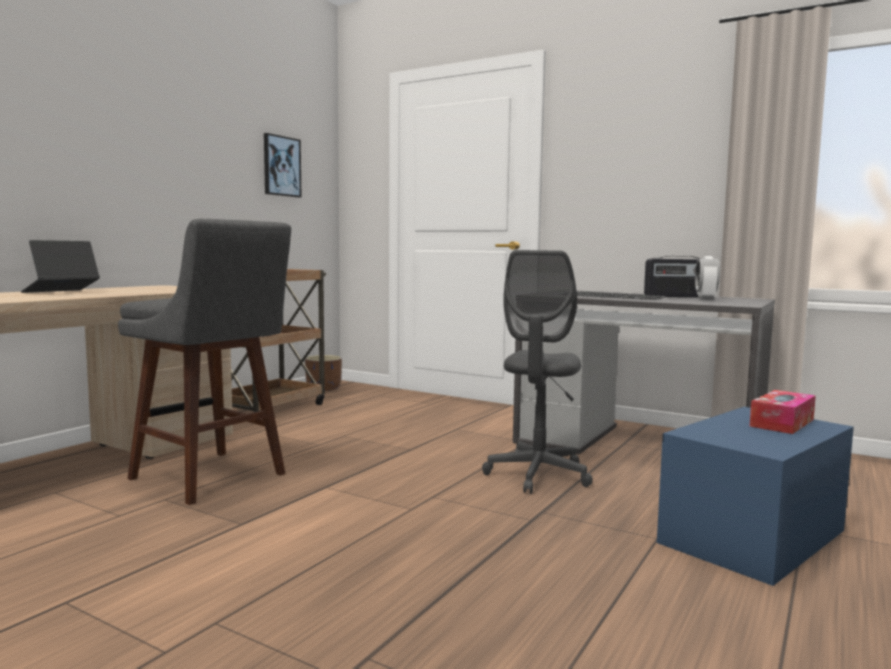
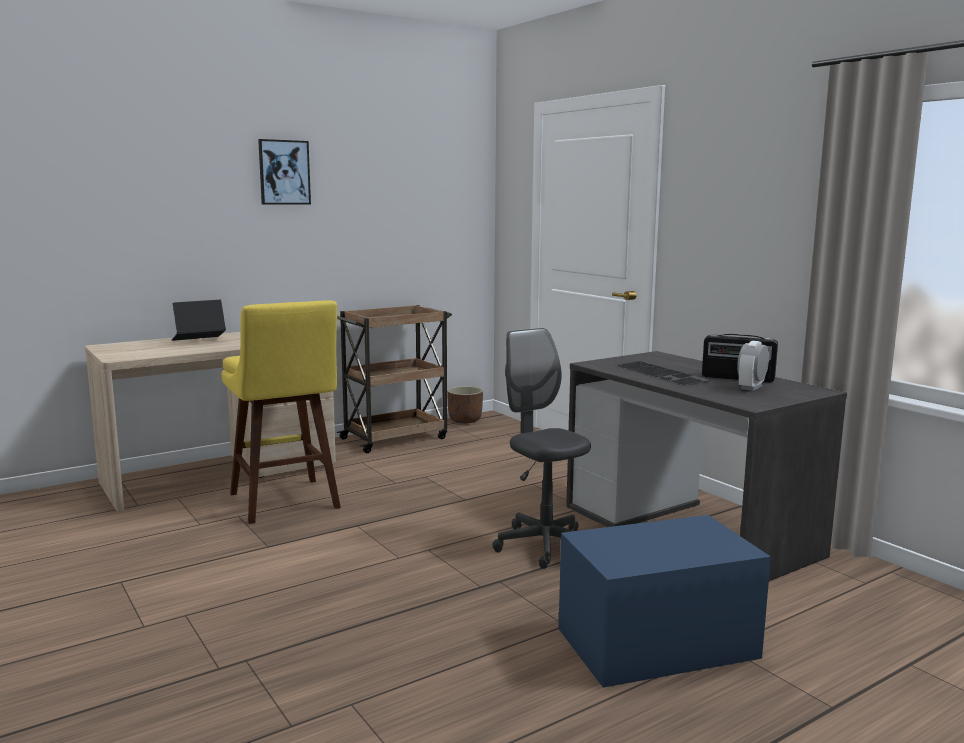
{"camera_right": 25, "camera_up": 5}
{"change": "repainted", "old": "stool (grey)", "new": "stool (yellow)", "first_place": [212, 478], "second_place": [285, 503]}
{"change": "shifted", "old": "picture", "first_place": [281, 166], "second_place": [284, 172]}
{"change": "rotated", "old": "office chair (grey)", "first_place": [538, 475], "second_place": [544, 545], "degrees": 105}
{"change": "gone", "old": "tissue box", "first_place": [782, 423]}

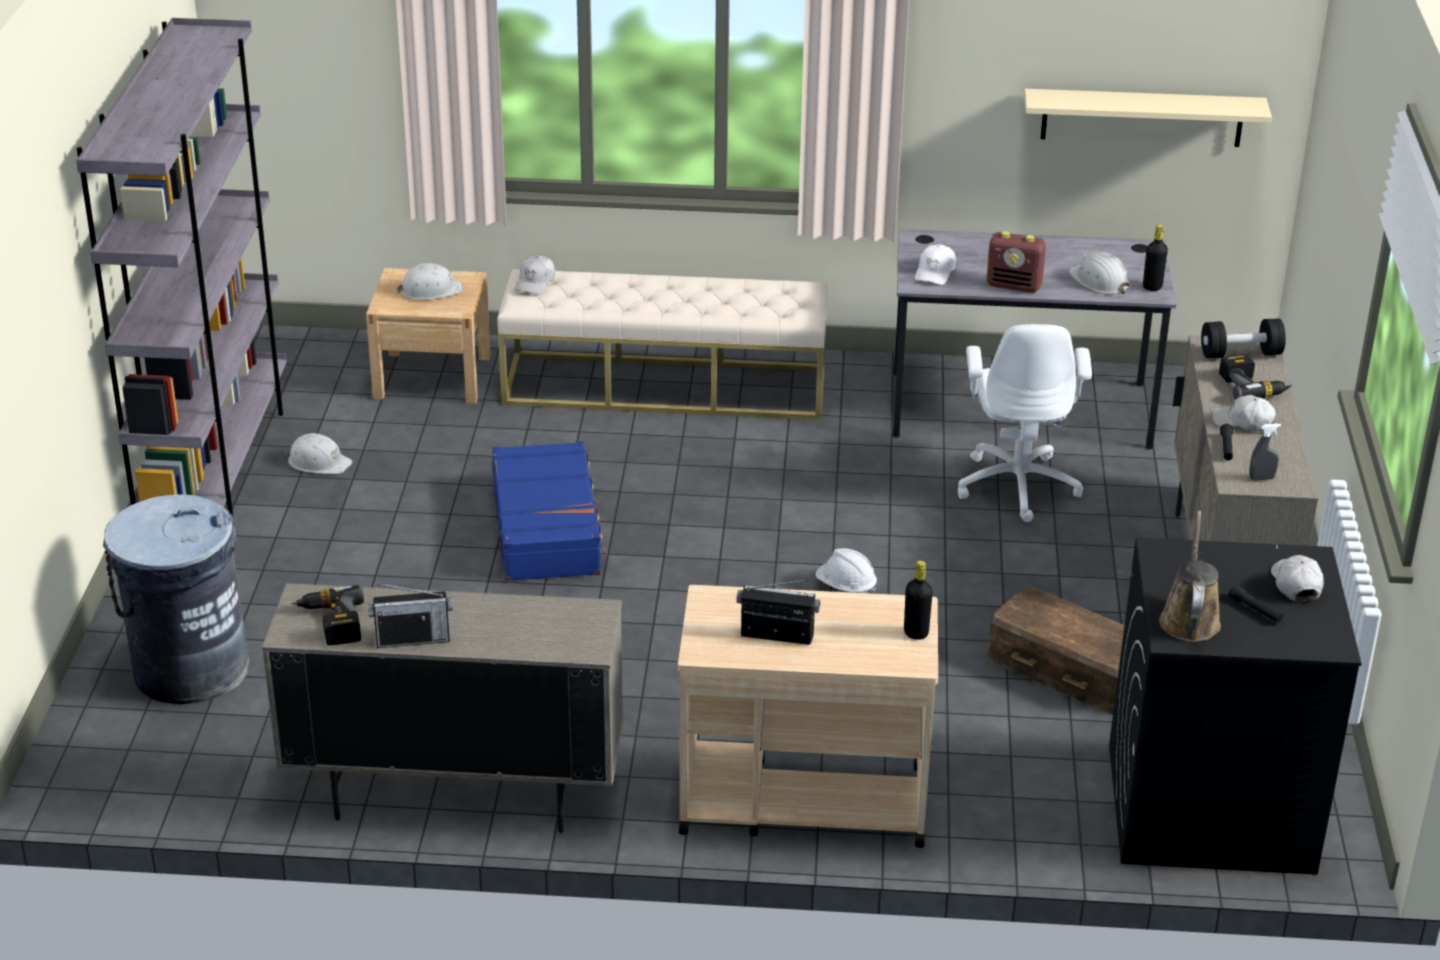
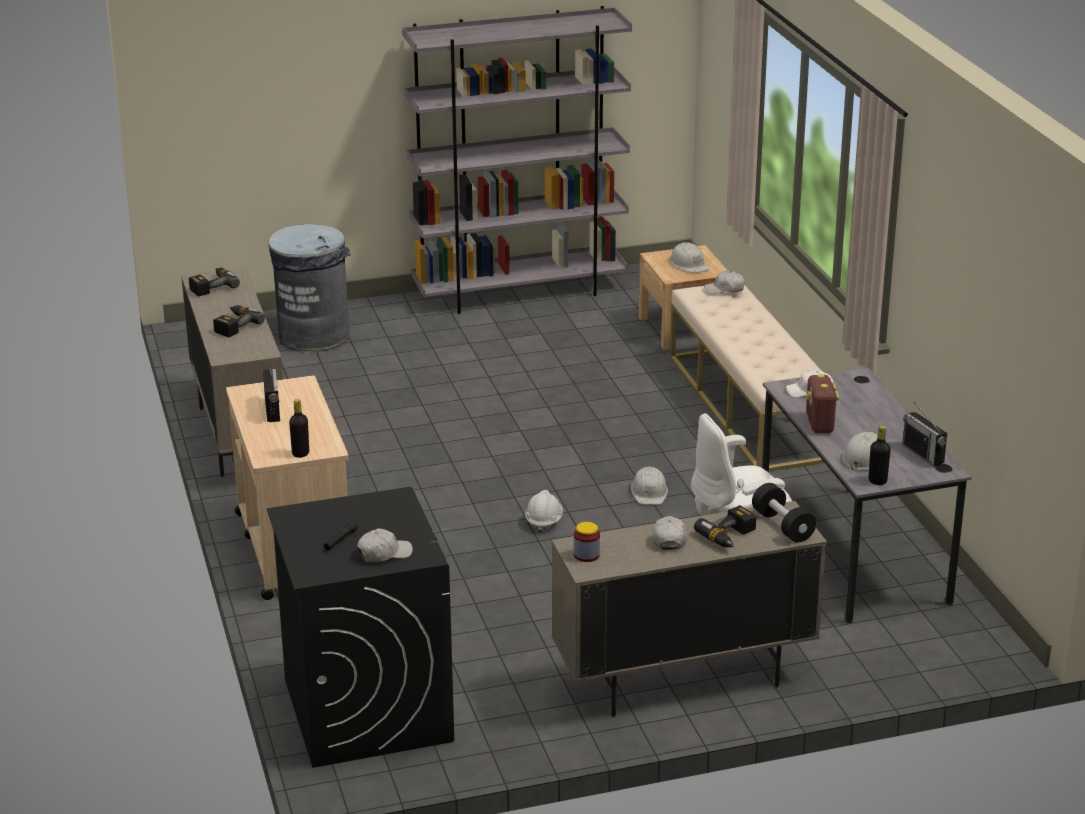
{"camera_right": 70, "camera_up": -5}
{"change": "new", "new": "power drill", "second_place": [234, 325]}
{"change": "swapped", "old": "spray bottle (grey)", "new": "jar", "first_place": [1261, 478], "second_place": [586, 555]}
{"change": "shifted", "old": "hard hat (white)", "first_place": [318, 462], "second_place": [649, 492]}
{"change": "shifted", "old": "radio", "first_place": [413, 639], "second_place": [923, 454]}
{"change": "gone", "old": "suitcase (blue)", "first_place": [548, 528]}
{"change": "gone", "old": "storage box (brown)", "first_place": [1068, 668]}
{"change": "gone", "old": "shelf (beige)", "first_place": [1142, 117]}
{"change": "gone", "old": "watering can (brown)", "first_place": [1189, 619]}
{"change": "gone", "old": "flashlight (black)", "first_place": [1226, 448]}

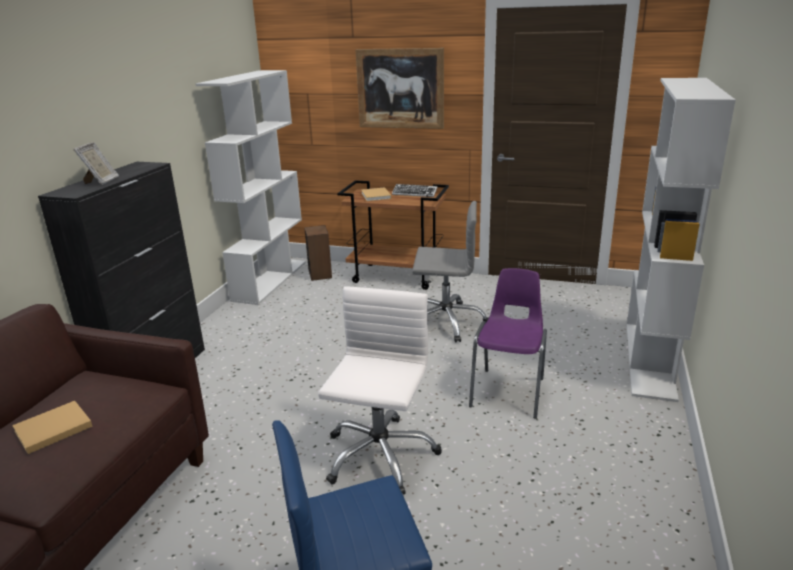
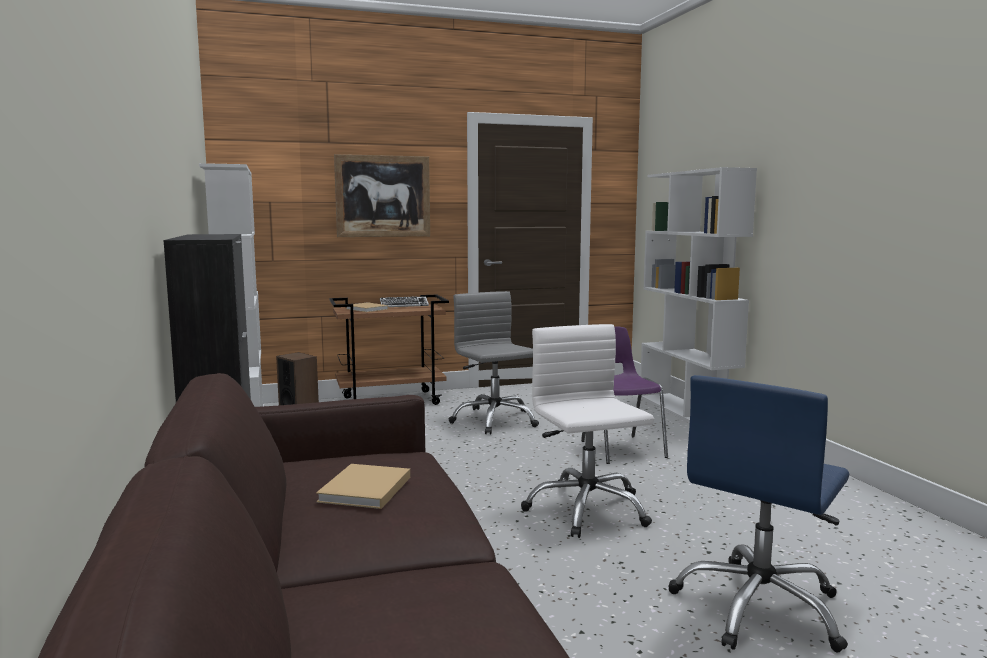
{"camera_right": -35, "camera_up": -15}
{"change": "rotated", "old": "office chair (grey)", "first_place": [446, 322], "second_place": [494, 420], "degrees": -90}
{"change": "gone", "old": "picture frame", "first_place": [101, 182]}

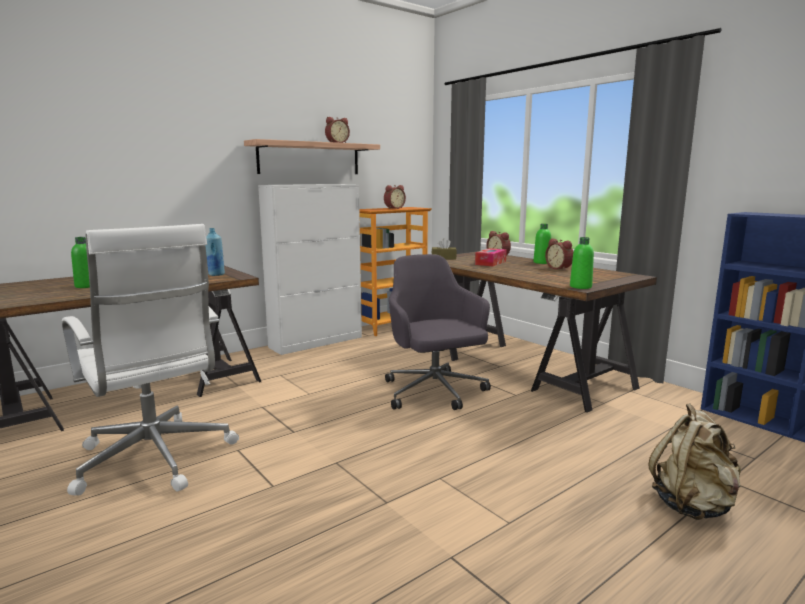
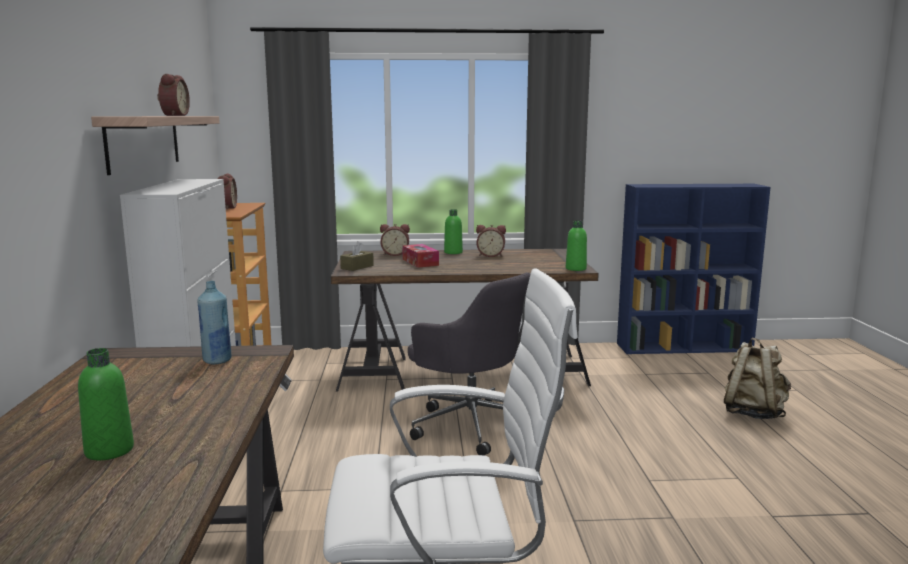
{"camera_right": -55, "camera_up": 0}
{"change": "rotated", "old": "office chair (grey)", "first_place": [434, 392], "second_place": [471, 424], "degrees": -150}

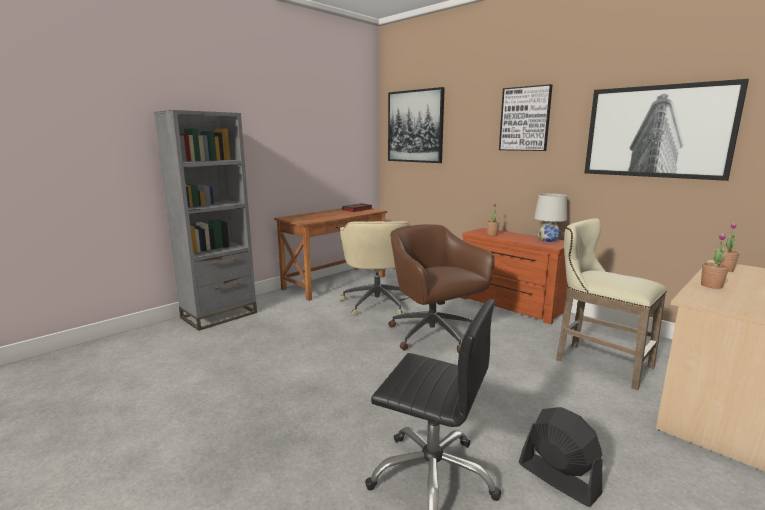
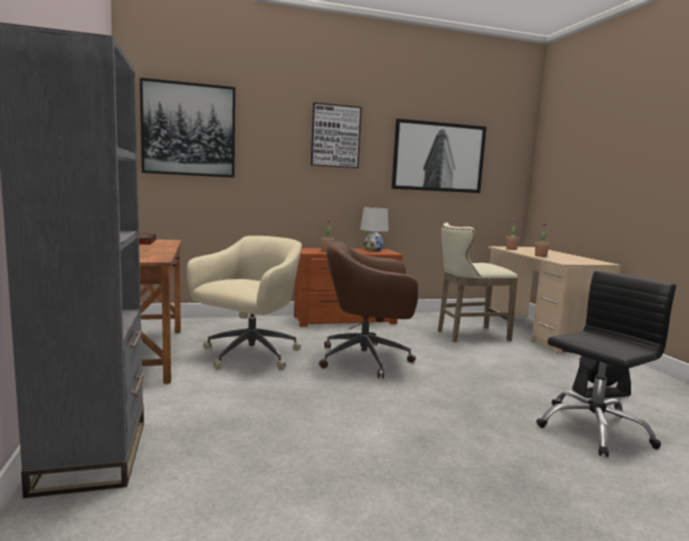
{"camera_right": -60, "camera_up": -5}
{"change": "rotated", "old": "office chair (beige)", "first_place": [377, 302], "second_place": [249, 355], "degrees": -90}

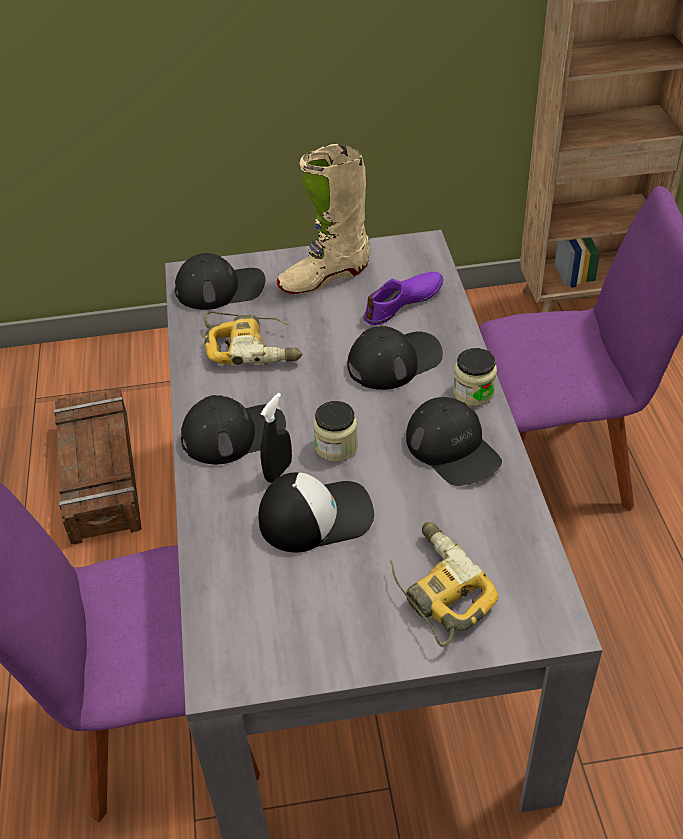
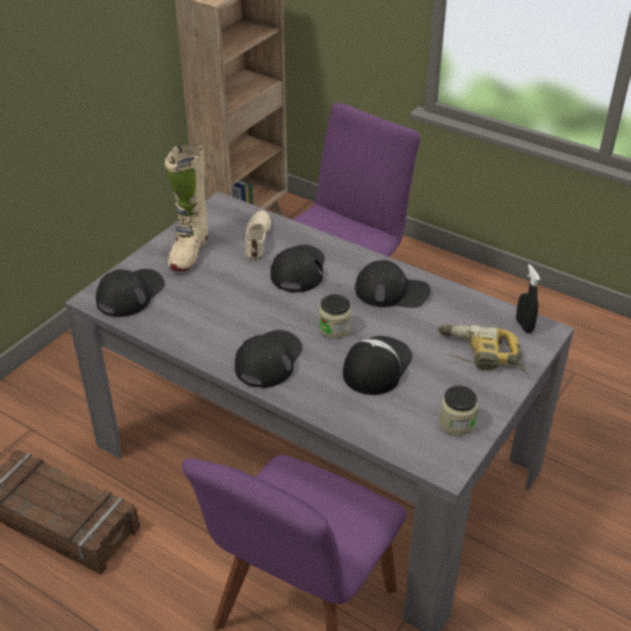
{"camera_right": -50, "camera_up": -5}
{"change": "repainted", "old": "shoe (purple)", "new": "shoe (beige)", "first_place": [403, 303], "second_place": [258, 239]}
{"change": "shifted", "old": "jar", "first_place": [474, 392], "second_place": [457, 423]}
{"change": "shifted", "old": "spray bottle (black)", "first_place": [278, 471], "second_place": [524, 326]}
{"change": "gone", "old": "power drill", "first_place": [253, 347]}

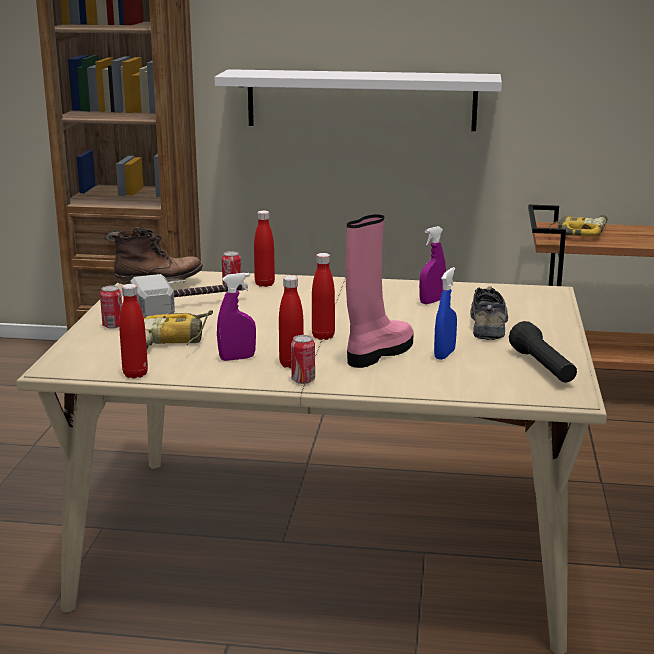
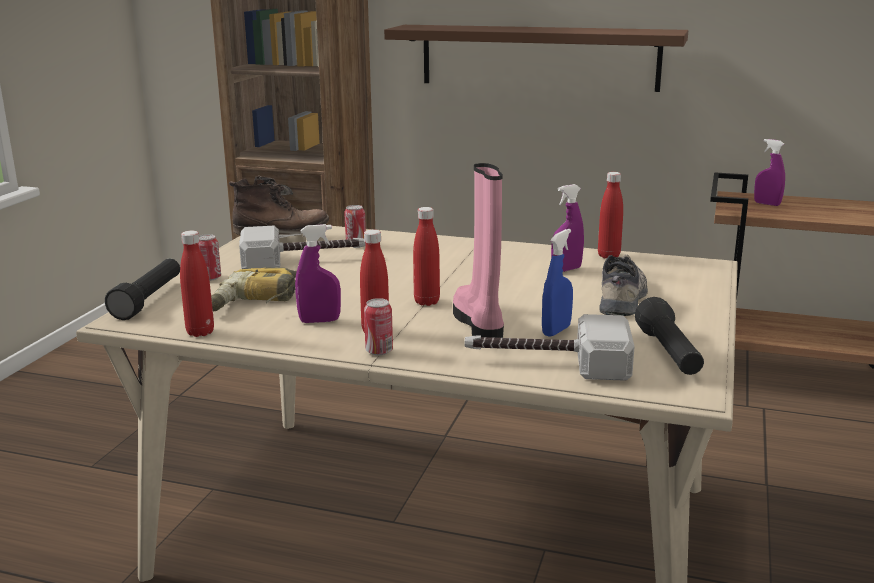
{"camera_right": 10, "camera_up": 0}
{"change": "new", "new": "flashlight (black)", "second_place": [149, 300]}
{"change": "repainted", "old": "shelf (white)", "new": "shelf (brown)", "first_place": [361, 100], "second_place": [538, 57]}
{"change": "rotated", "old": "boot (pink)", "first_place": [378, 353], "second_place": [480, 325], "degrees": -60}
{"change": "new", "new": "hammer", "second_place": [546, 363]}
{"change": "shifted", "old": "bottle (red)", "first_place": [264, 284], "second_place": [608, 256]}
{"change": "swapped", "old": "power drill", "new": "spray bottle (purple)", "first_place": [579, 232], "second_place": [767, 204]}

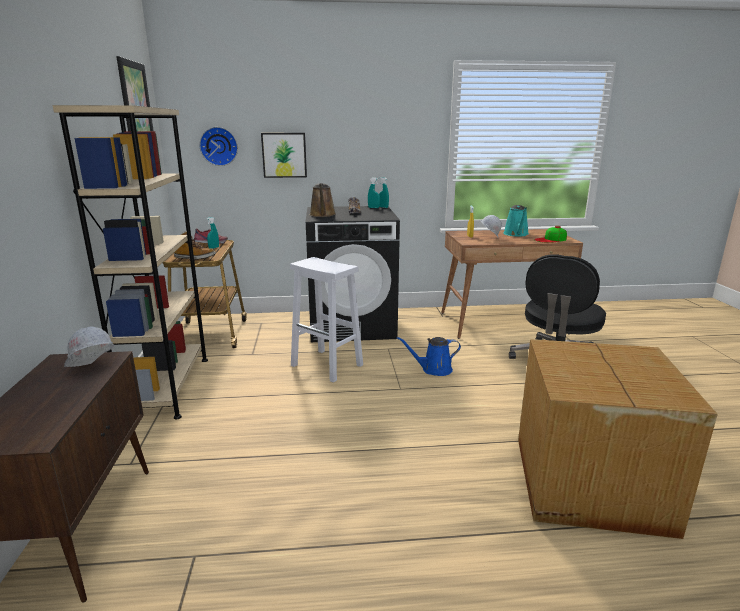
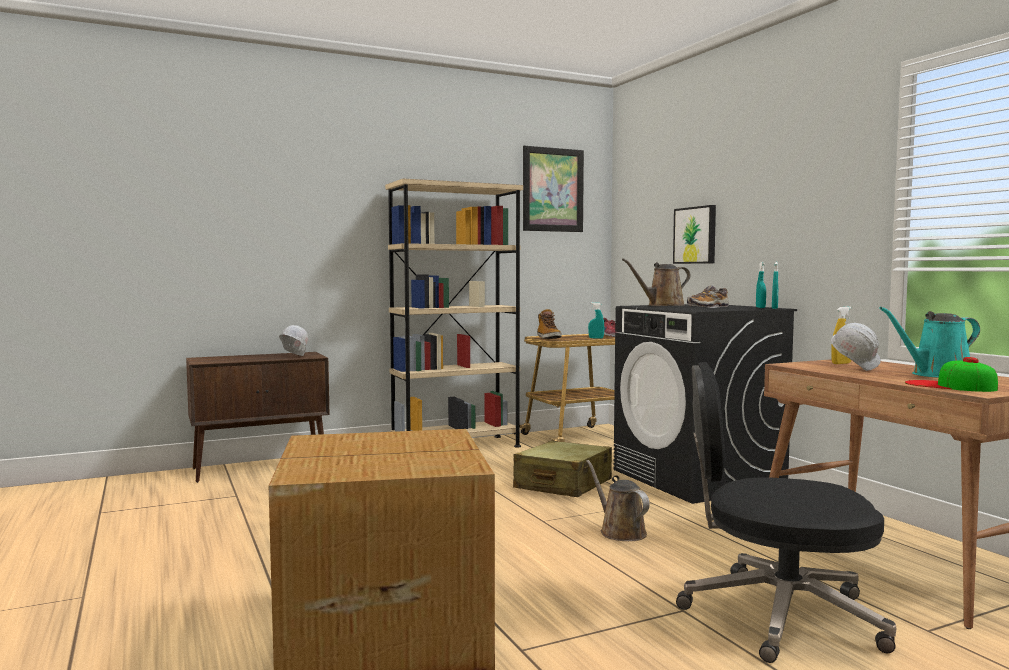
{"camera_right": 70, "camera_up": -15}
{"change": "swapped", "old": "stool (white)", "new": "suitcase (beige)", "first_place": [328, 365], "second_place": [563, 485]}
{"change": "repainted", "old": "watering can (blue)", "new": "watering can (brown)", "first_place": [434, 369], "second_place": [620, 531]}
{"change": "gone", "old": "wall clock", "first_place": [219, 146]}

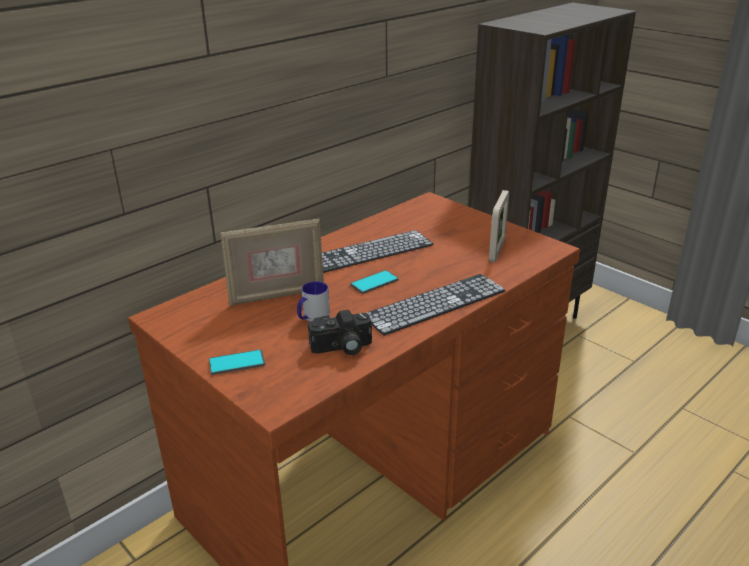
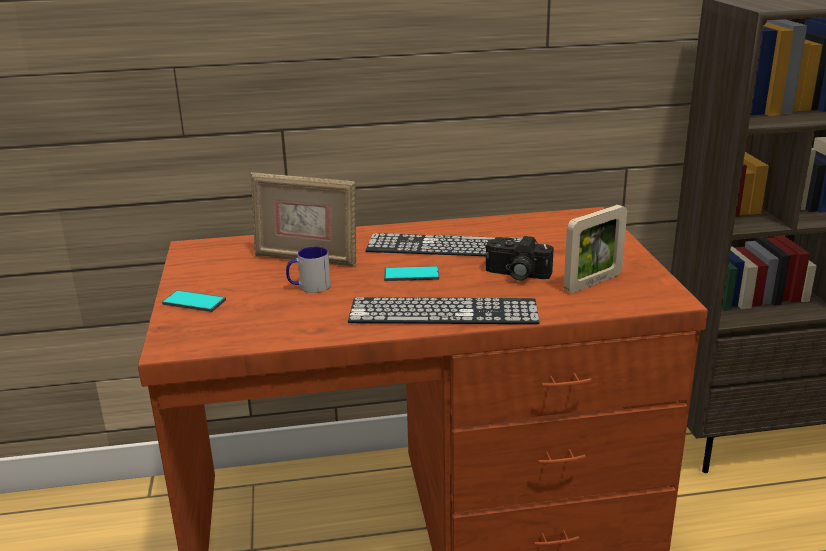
{"camera_right": 35, "camera_up": -5}
{"change": "shifted", "old": "photo camera", "first_place": [342, 348], "second_place": [516, 274]}

